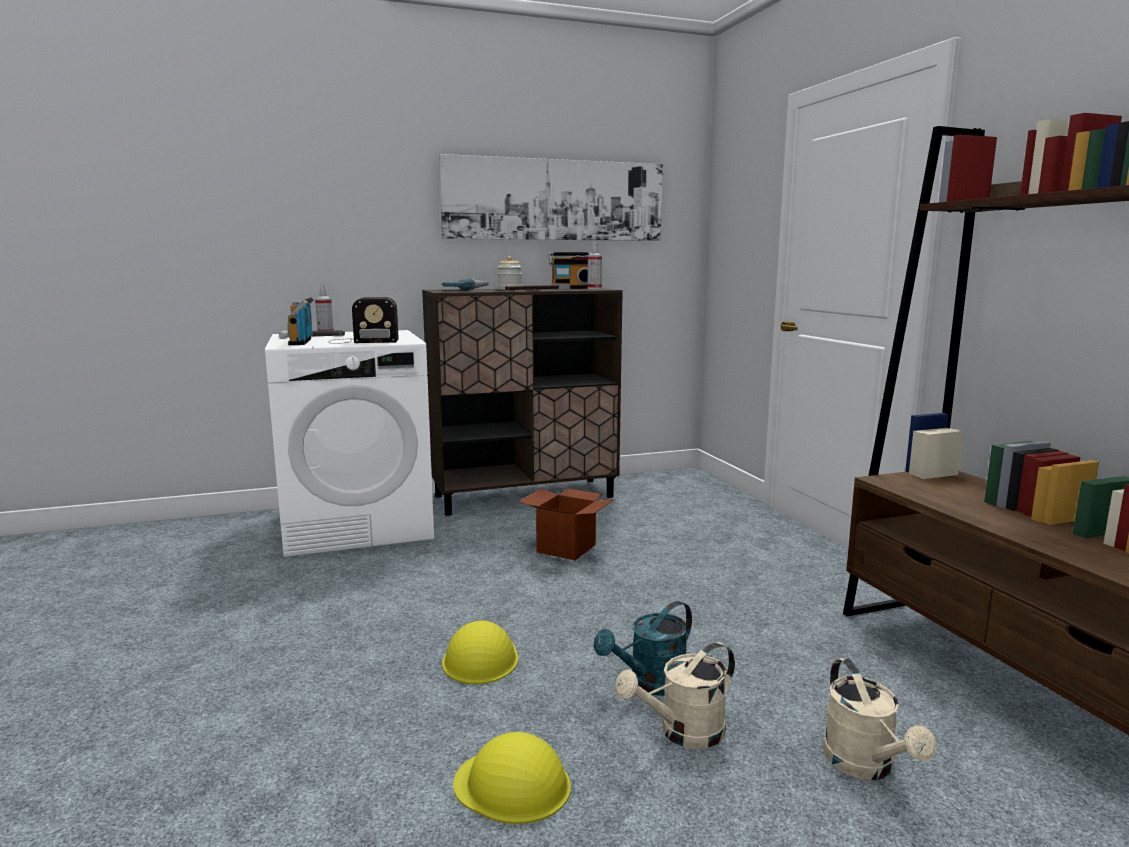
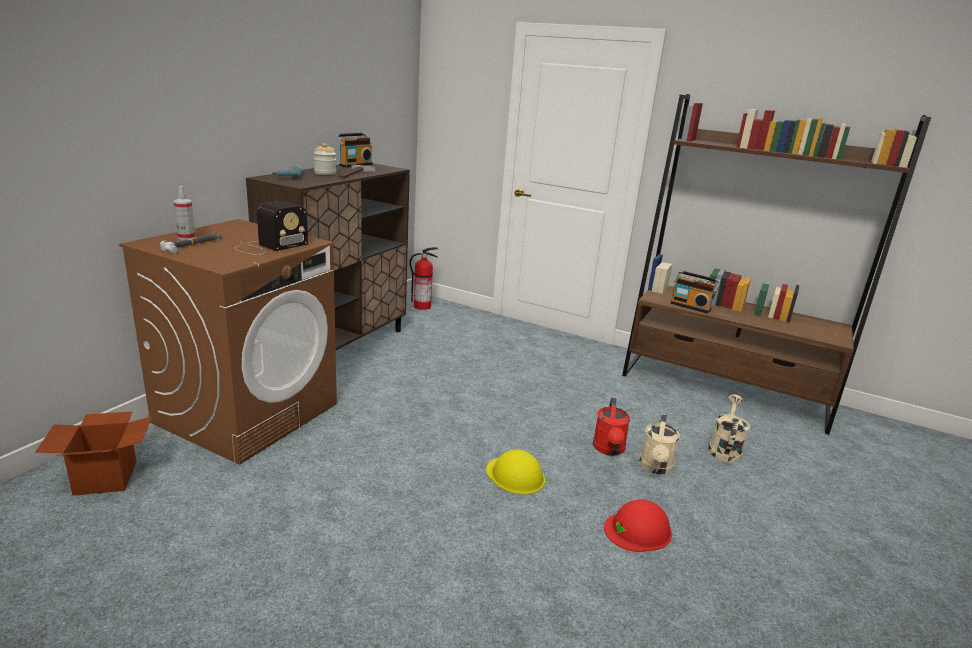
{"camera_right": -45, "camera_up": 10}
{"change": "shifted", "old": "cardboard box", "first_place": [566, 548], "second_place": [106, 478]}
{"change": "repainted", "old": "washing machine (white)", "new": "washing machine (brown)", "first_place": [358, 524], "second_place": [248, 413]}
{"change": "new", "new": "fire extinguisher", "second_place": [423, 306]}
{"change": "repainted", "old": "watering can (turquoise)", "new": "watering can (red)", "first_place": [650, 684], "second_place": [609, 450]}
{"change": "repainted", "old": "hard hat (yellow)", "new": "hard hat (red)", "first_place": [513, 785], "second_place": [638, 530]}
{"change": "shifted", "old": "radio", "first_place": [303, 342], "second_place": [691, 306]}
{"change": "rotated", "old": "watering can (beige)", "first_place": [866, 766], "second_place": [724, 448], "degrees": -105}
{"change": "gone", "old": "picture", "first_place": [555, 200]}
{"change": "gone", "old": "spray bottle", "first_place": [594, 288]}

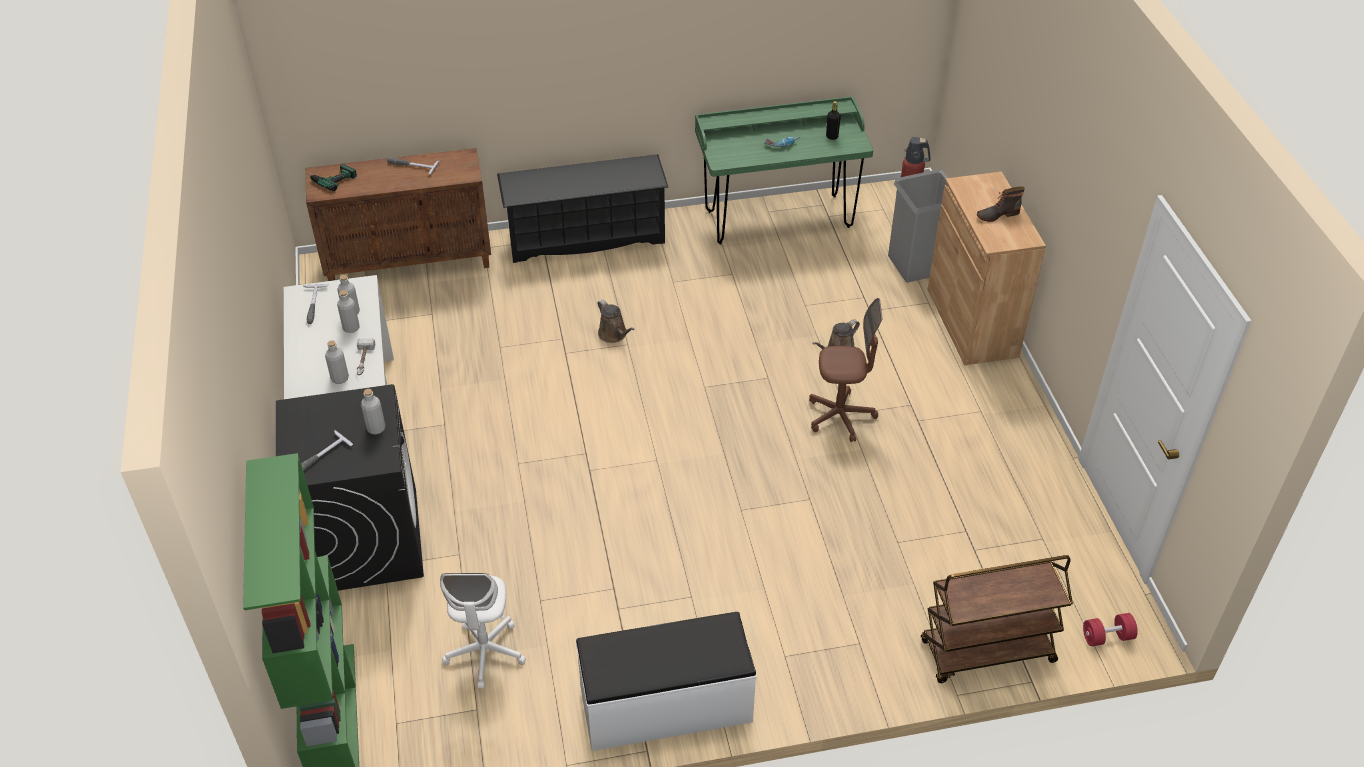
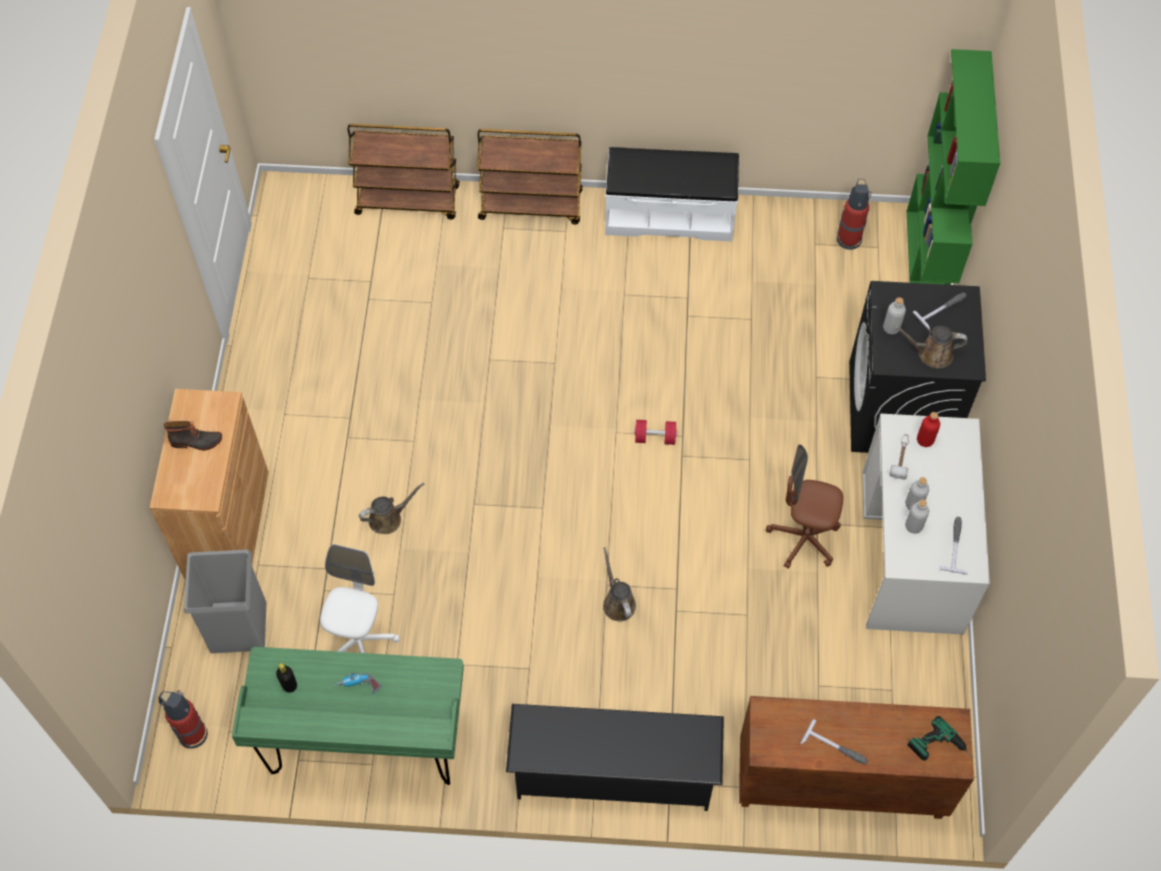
{"camera_right": -165, "camera_up": 15}
{"change": "shifted", "old": "office chair (white)", "first_place": [485, 653], "second_place": [359, 640]}
{"change": "new", "new": "cart (brown)", "second_place": [531, 205]}
{"change": "shifted", "old": "dumbbell (red)", "first_place": [1107, 637], "second_place": [655, 437]}
{"change": "shifted", "old": "office chair (brown)", "first_place": [840, 416], "second_place": [803, 539]}
{"change": "new", "new": "fire extinguisher", "second_place": [849, 238]}
{"change": "new", "new": "watering can (brown)", "second_place": [931, 354]}
{"change": "repainted", "old": "bottle (grey)", "new": "bottle (red)", "first_place": [340, 378], "second_place": [925, 440]}

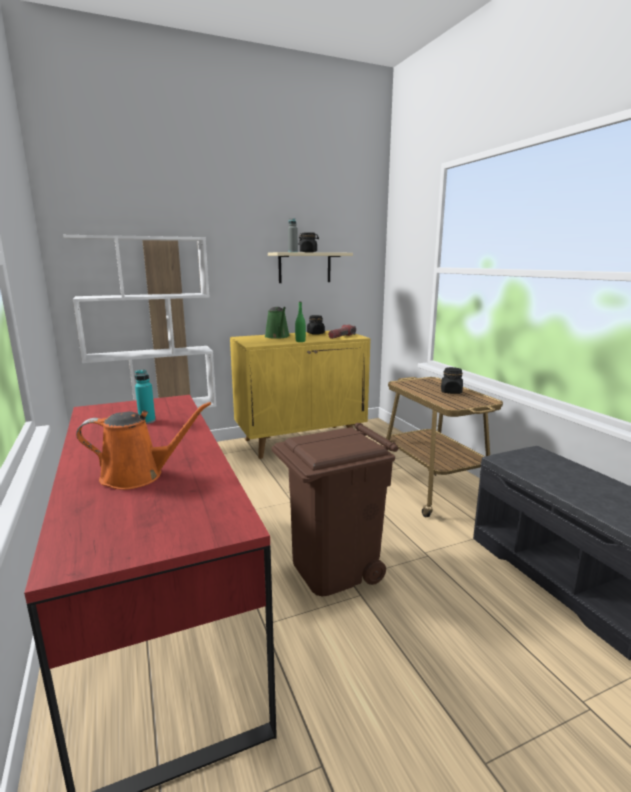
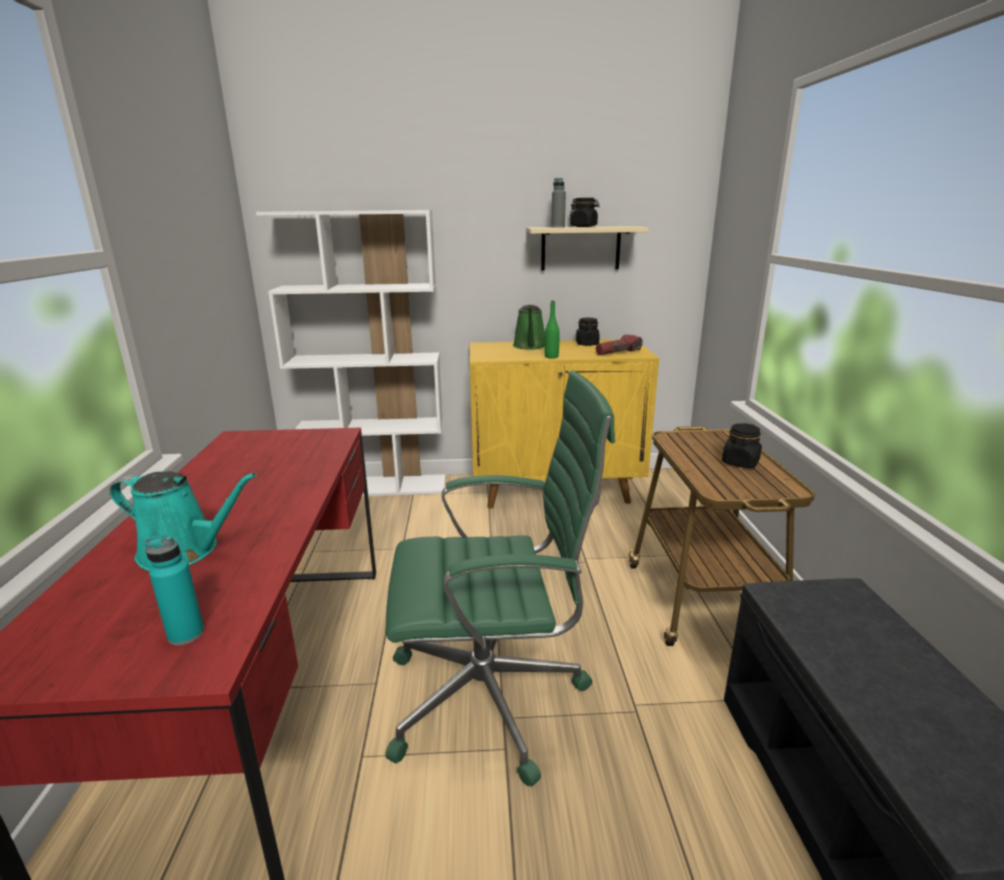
{"camera_right": 20, "camera_up": 5}
{"change": "repainted", "old": "watering can (orange)", "new": "watering can (turquoise)", "first_place": [138, 475], "second_place": [185, 551]}
{"change": "shifted", "old": "bottle (turquoise)", "first_place": [147, 421], "second_place": [186, 634]}
{"change": "swapped", "old": "trash can (brown)", "new": "office chair (green)", "first_place": [333, 568], "second_place": [492, 696]}

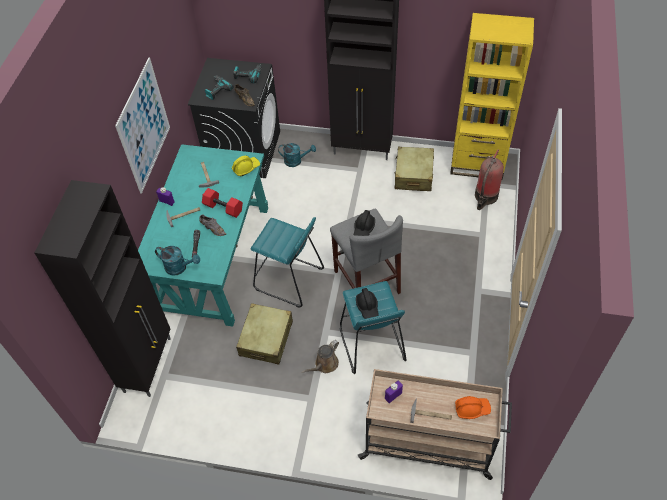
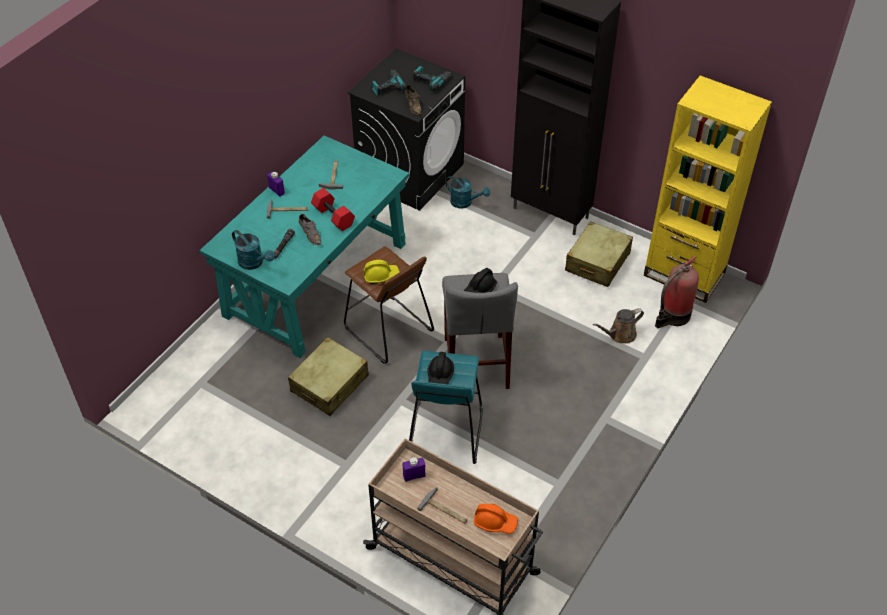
{"camera_right": 20, "camera_up": -5}
{"change": "repainted", "old": "stool (turquoise)", "new": "stool (brown)", "first_place": [288, 279], "second_place": [388, 330]}
{"change": "shifted", "old": "hard hat (yellow)", "first_place": [246, 168], "second_place": [381, 276]}
{"change": "shifted", "old": "watering can (brown)", "first_place": [325, 365], "second_place": [620, 335]}
{"change": "gone", "old": "cabinet (black)", "first_place": [148, 364]}
{"change": "gone", "old": "picture", "first_place": [144, 126]}

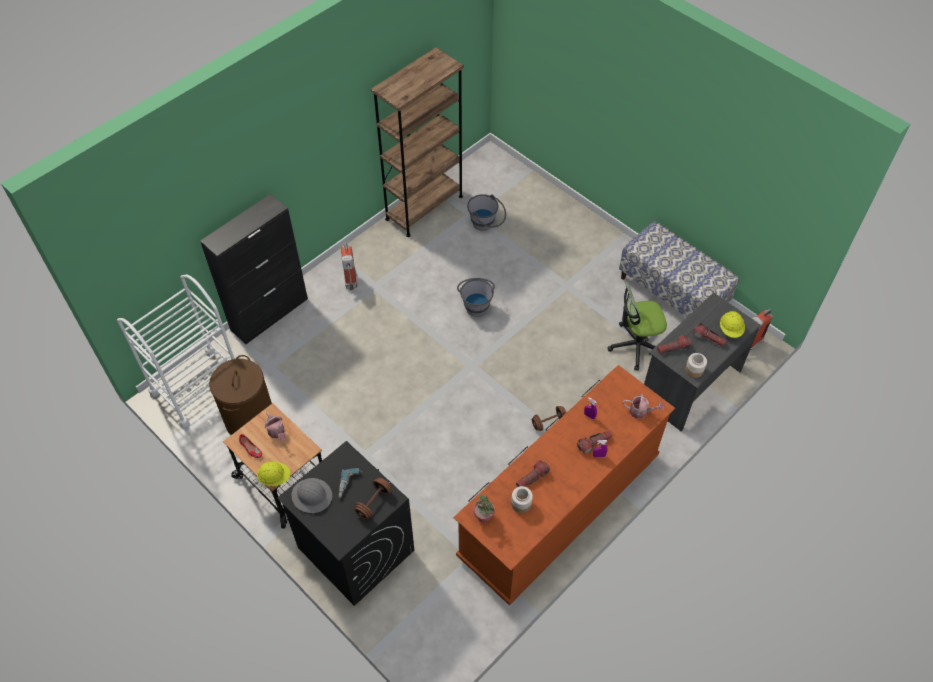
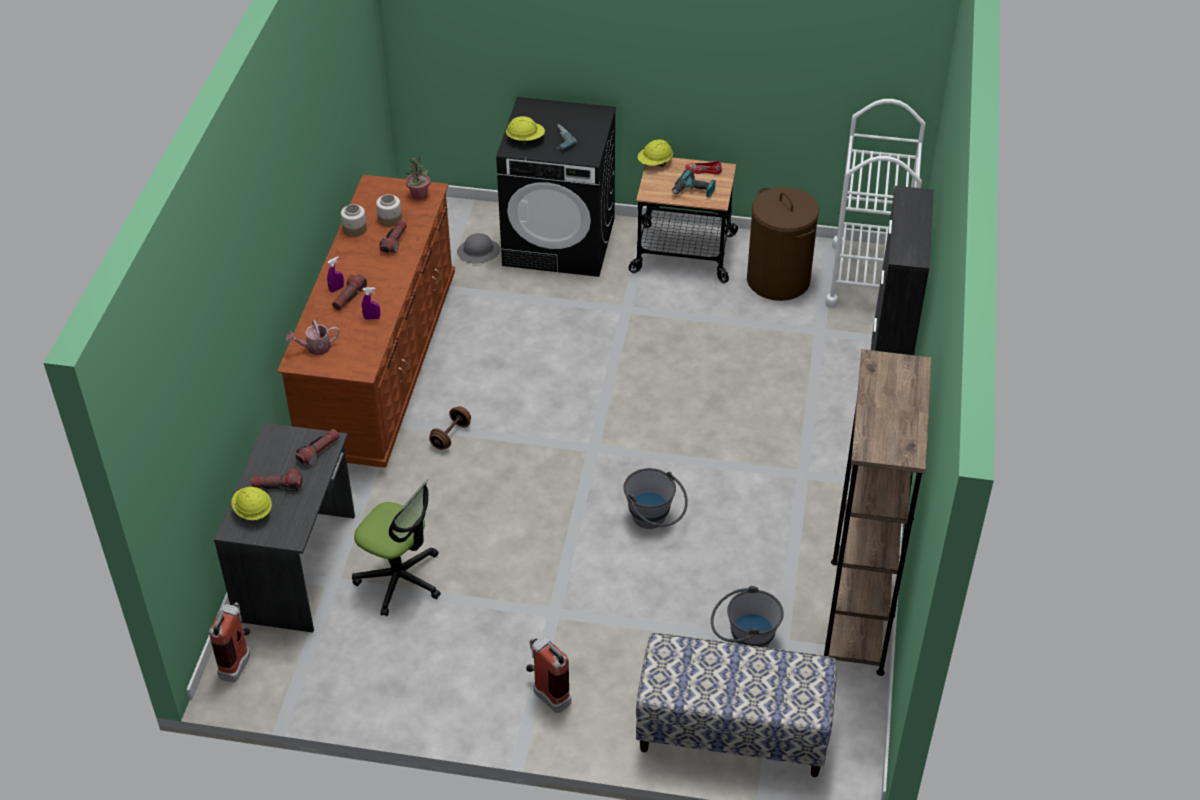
{"camera_right": 145, "camera_up": -10}
{"change": "shifted", "old": "jar", "first_place": [694, 369], "second_place": [355, 229]}
{"change": "rotated", "old": "office chair", "first_place": [636, 346], "second_place": [400, 579], "degrees": 75}
{"change": "shifted", "old": "hard hat (grey)", "first_place": [312, 496], "second_place": [478, 252]}
{"change": "swapped", "old": "dumbbell (brown)", "new": "hard hat (yellow)", "first_place": [373, 502], "second_place": [525, 139]}
{"change": "shifted", "old": "fire extinguisher", "first_place": [351, 284], "second_place": [546, 694]}
{"change": "shifted", "old": "bench", "first_place": [672, 293], "second_place": [732, 732]}
{"change": "swapped", "old": "watering can", "new": "power drill", "first_place": [277, 433], "second_place": [693, 191]}

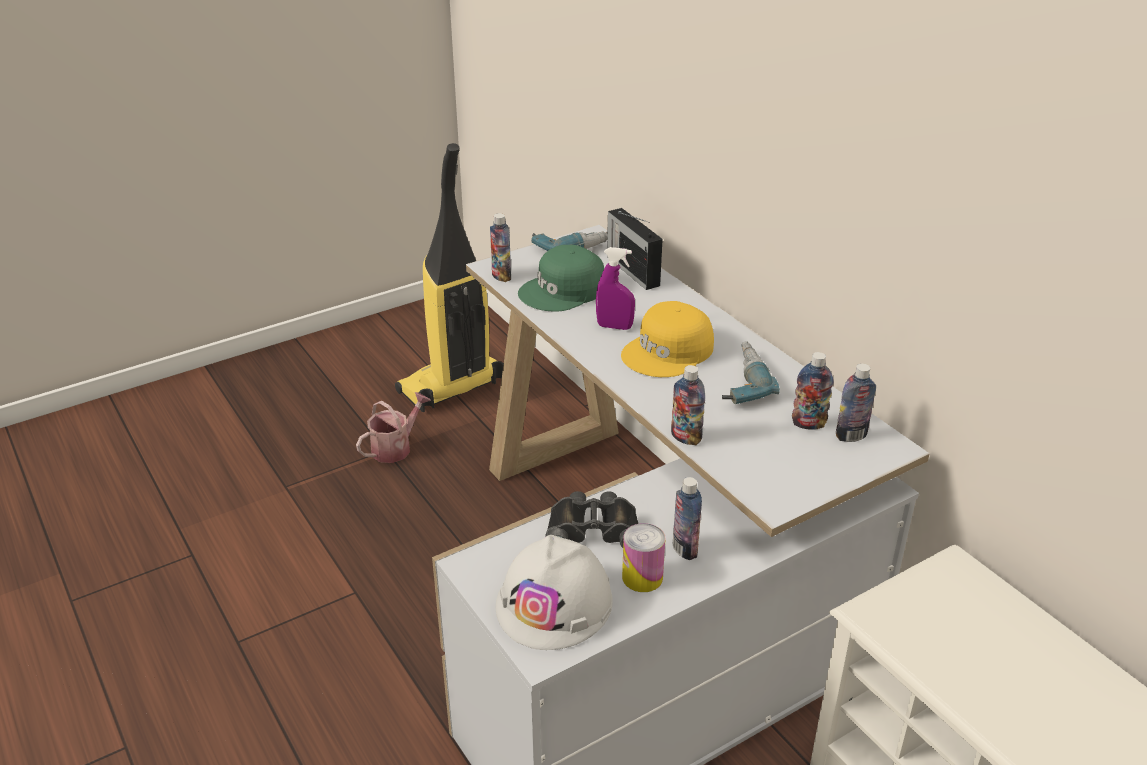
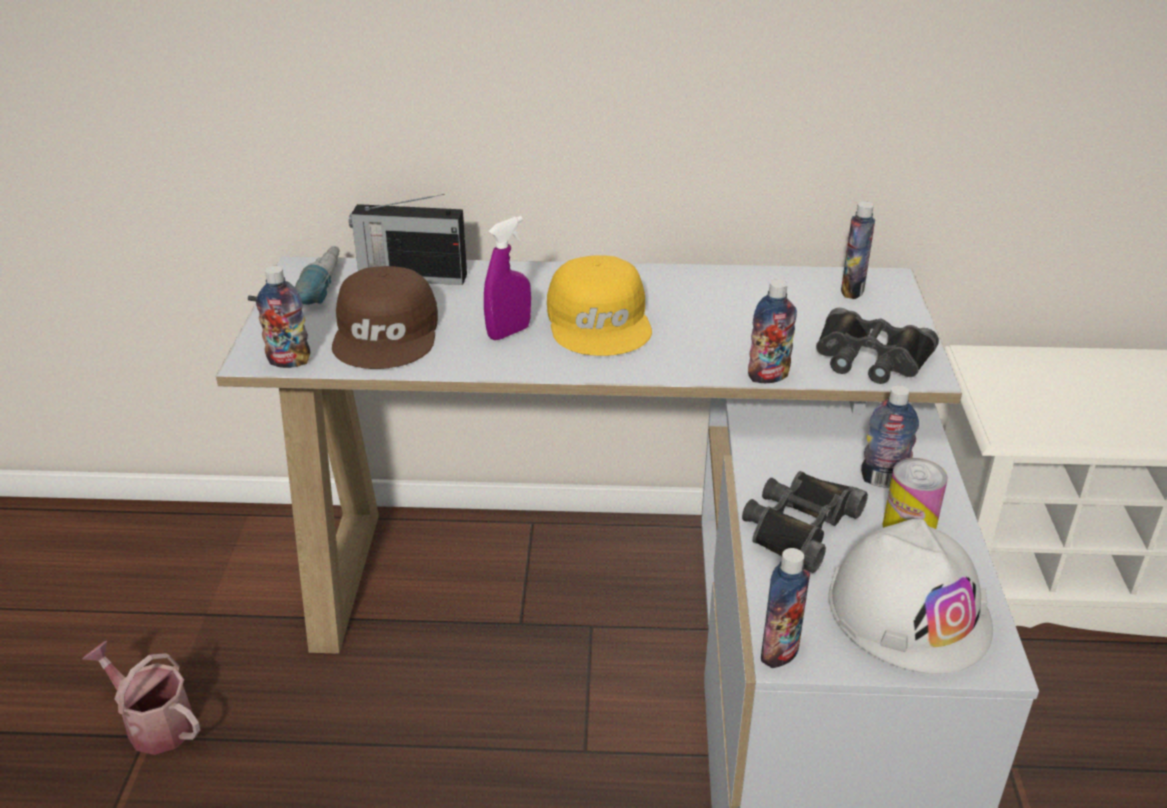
{"camera_right": -55, "camera_up": 0}
{"change": "rotated", "old": "watering can", "first_place": [395, 447], "second_place": [154, 723], "degrees": -45}
{"change": "repainted", "old": "cap (green)", "new": "cap (brown)", "first_place": [564, 291], "second_place": [388, 333]}
{"change": "shifted", "old": "bottle", "first_place": [808, 424], "second_place": [779, 652]}
{"change": "new", "new": "binoculars (black)", "second_place": [870, 358]}
{"change": "gone", "old": "vacuum cleaner", "first_place": [451, 388]}
{"change": "gone", "old": "power drill", "first_place": [738, 381]}

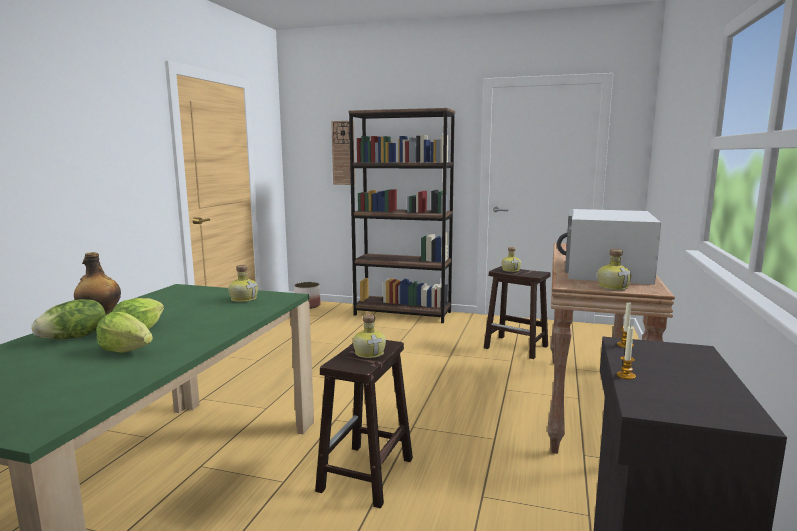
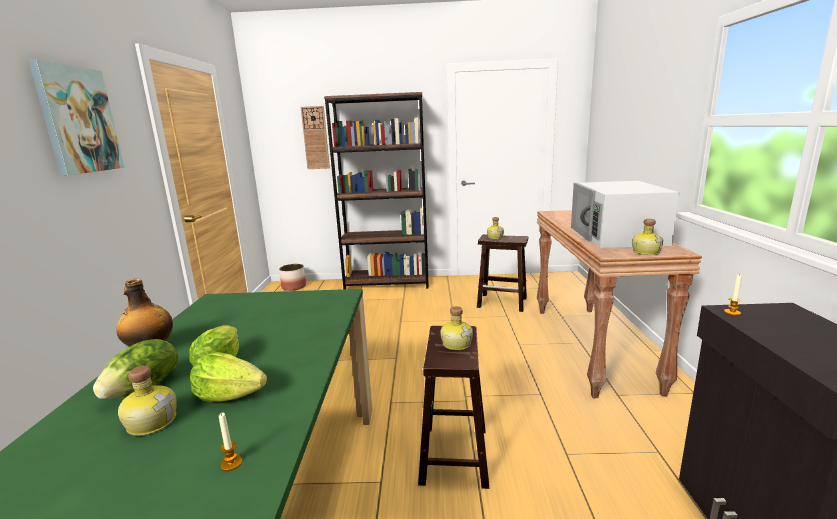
{"camera_right": -15, "camera_up": 5}
{"change": "new", "new": "picture", "second_place": [78, 120]}
{"change": "shifted", "old": "bottle", "first_place": [244, 299], "second_place": [152, 421]}
{"change": "shifted", "old": "candle", "first_place": [626, 376], "second_place": [231, 463]}

